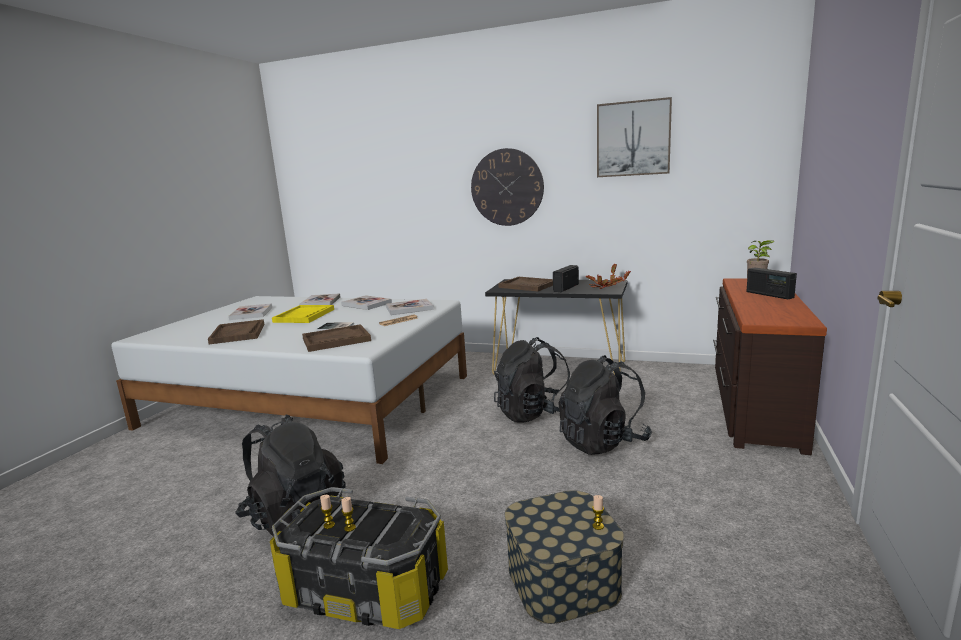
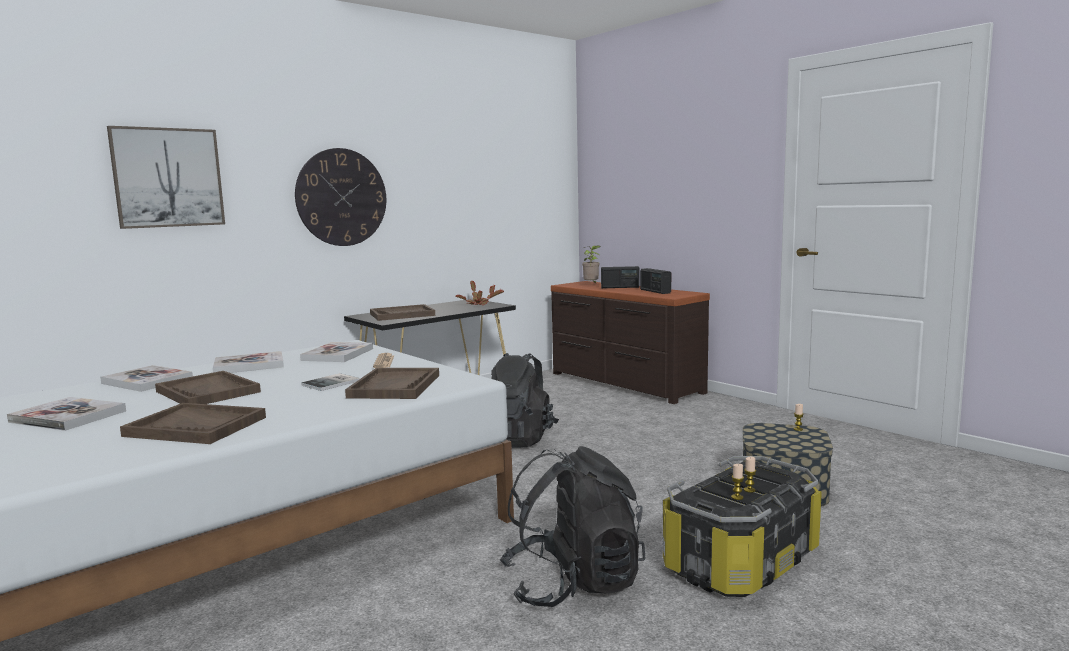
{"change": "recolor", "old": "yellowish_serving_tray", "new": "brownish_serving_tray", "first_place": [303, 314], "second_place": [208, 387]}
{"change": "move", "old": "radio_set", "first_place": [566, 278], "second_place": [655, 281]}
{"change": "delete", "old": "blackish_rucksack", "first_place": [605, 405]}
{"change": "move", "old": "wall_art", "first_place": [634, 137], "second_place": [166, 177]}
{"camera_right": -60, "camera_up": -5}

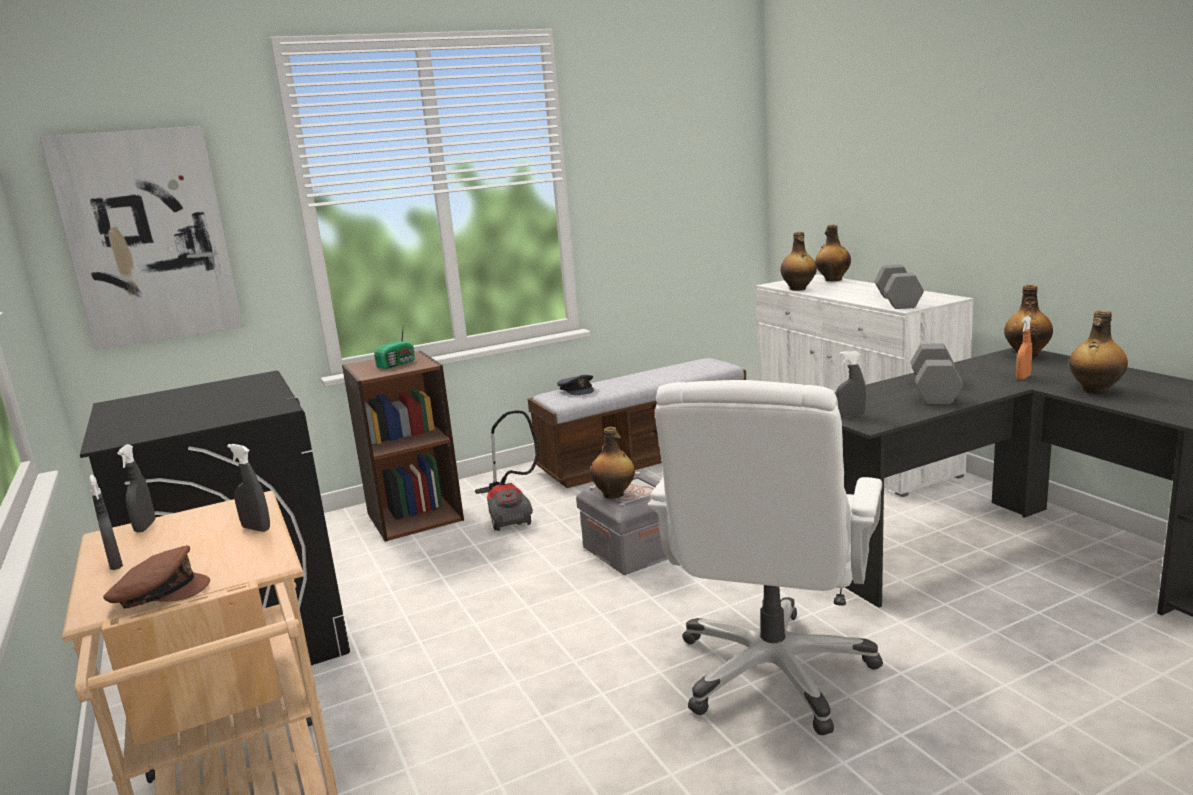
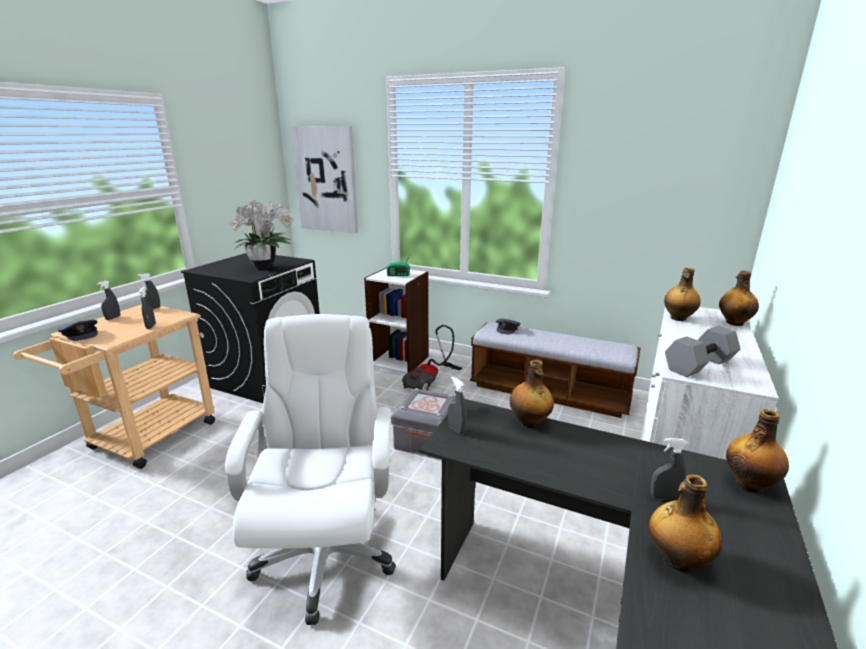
{"change": "recolor", "old": "brownish_cap", "new": "gray_cap", "first_place": [156, 577], "second_place": [77, 330]}
{"change": "recolor", "old": "brownish_bookshelf", "new": "whitish_bookshelf", "first_place": [403, 446], "second_place": [396, 320]}
{"change": "move", "old": "beverage_bottle", "first_place": [612, 463], "second_place": [532, 394]}
{"change": "rotate", "old": "whitish_computer_chair", "first_place": [765, 557], "second_place": [310, 469], "degrees": 105}
{"change": "delete", "old": "gray_dumbbell", "first_place": [937, 373]}
{"change": "recolor", "old": "orange_spray_bottle", "new": "gray_spray_bottle", "first_place": [1024, 348], "second_place": [669, 469]}
{"change": "insert", "new": "houseplant", "second_place": [261, 234]}
{"camera_right": 50, "camera_up": 5}

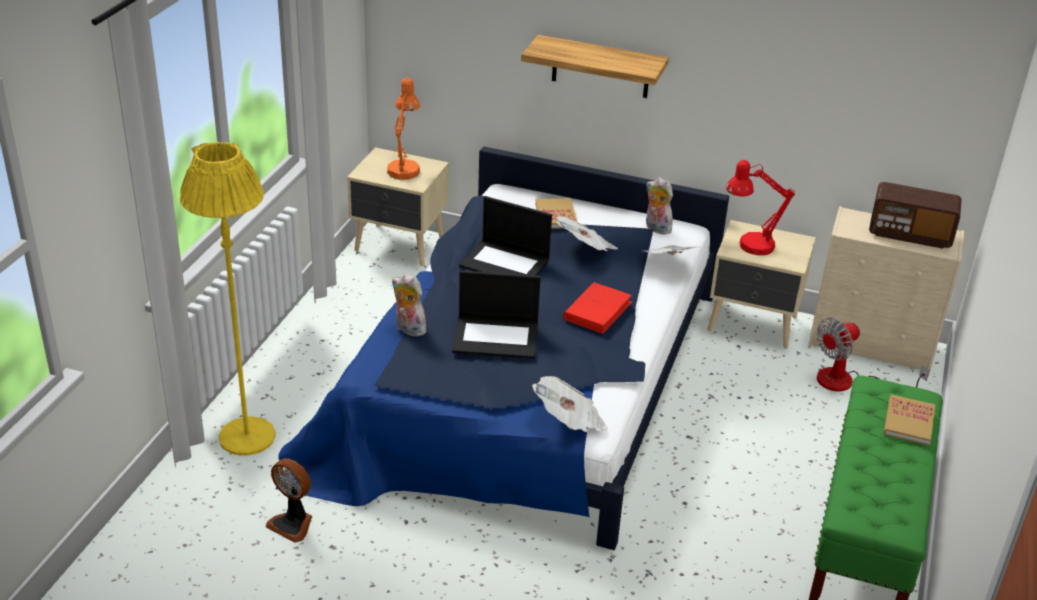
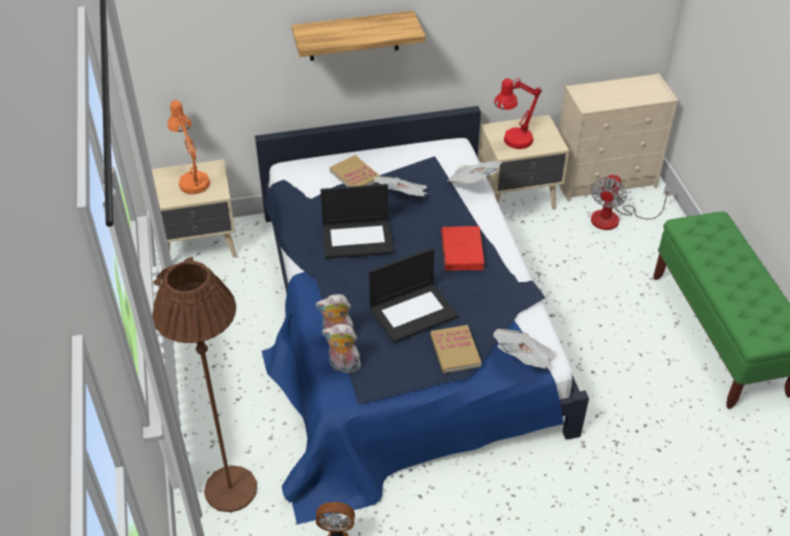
{"change": "recolor", "old": "yellowish_standard_lamp", "new": "brownish_standard_lamp", "first_place": [228, 299], "second_place": [204, 384]}
{"change": "move", "old": "cuddly_toy", "first_place": [660, 206], "second_place": [341, 348]}
{"change": "delete", "old": "radio_set", "first_place": [915, 215]}
{"change": "move", "old": "bound_book", "first_place": [909, 420], "second_place": [456, 349]}
{"camera_right": -30, "camera_up": 10}

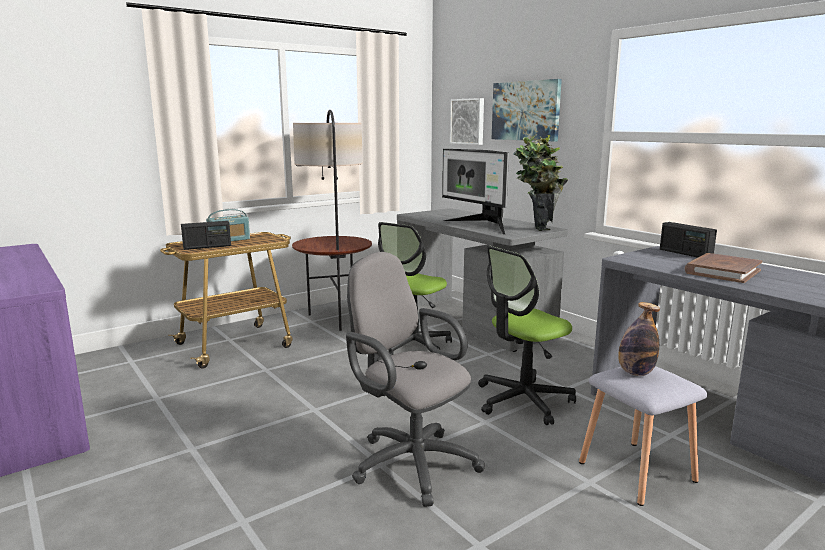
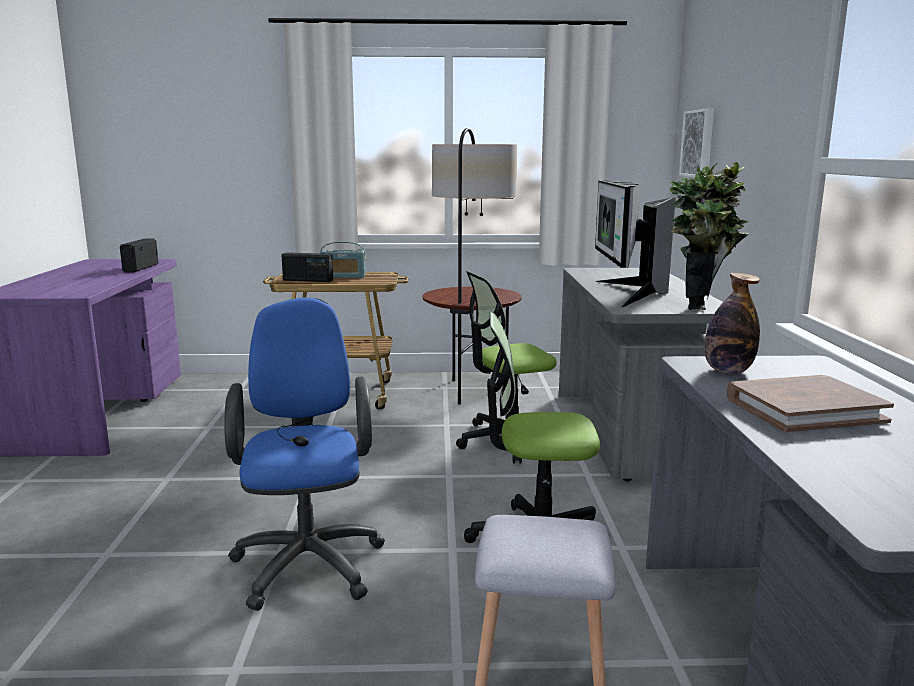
{"change": "recolor", "old": "gray_computer_chair", "new": "blue_computer_chair", "first_place": [415, 379], "second_place": [304, 454]}
{"change": "delete", "old": "wall_art", "first_place": [527, 110]}
{"change": "move", "old": "beverage_bottle", "first_place": [639, 339], "second_place": [732, 323]}
{"change": "move", "old": "radio_set", "first_place": [688, 240], "second_place": [139, 256]}
{"camera_right": 35, "camera_up": 0}

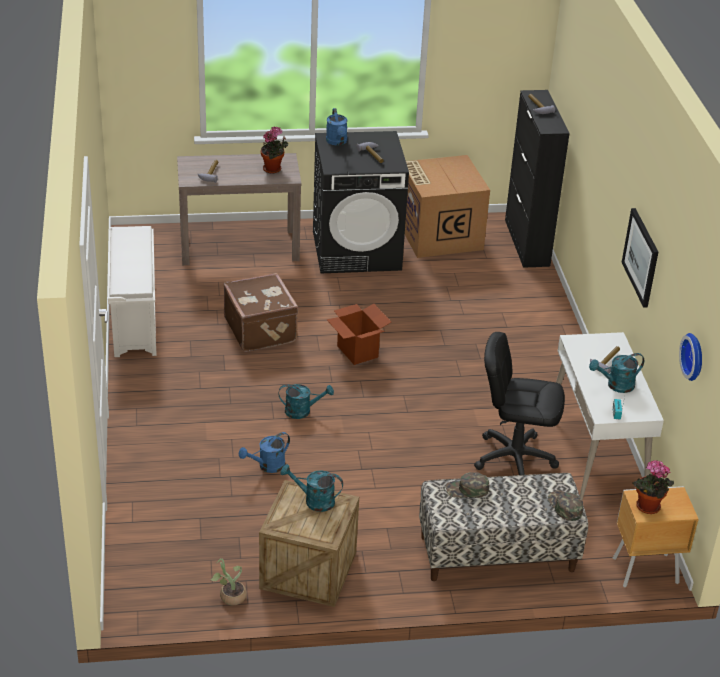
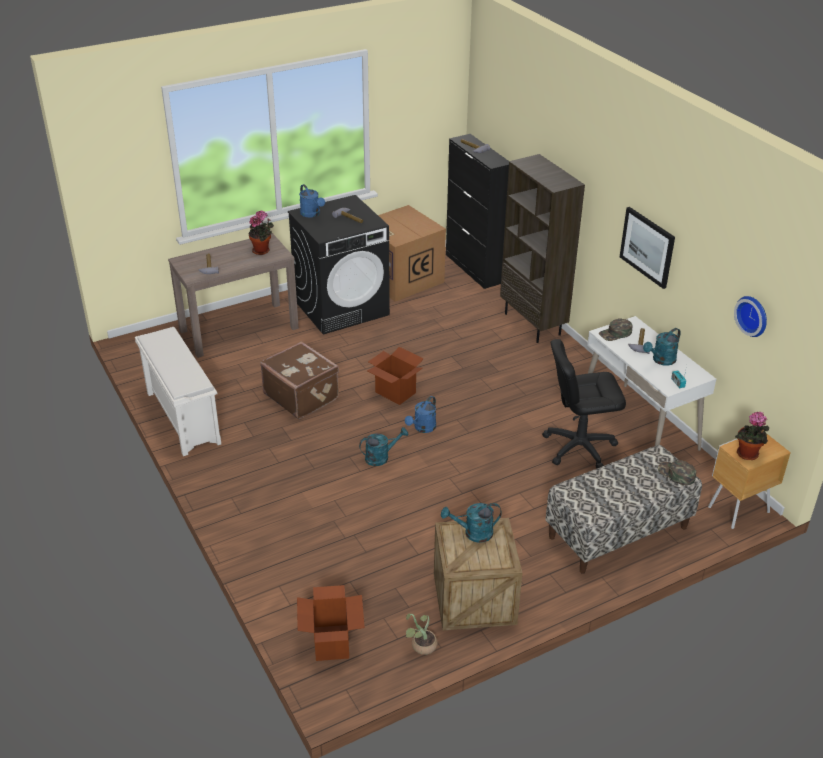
{"change": "move", "old": "blue_sprinkling_can", "first_place": [264, 452], "second_place": [420, 414]}
{"change": "move", "old": "green-coloured_cap", "first_place": [467, 485], "second_place": [615, 329]}
{"change": "insert", "new": "cardboard_box", "second_place": [331, 623]}
{"change": "insert", "new": "brownish_bookshelf", "second_place": [542, 248]}
{"camera_right": -20, "camera_up": 0}

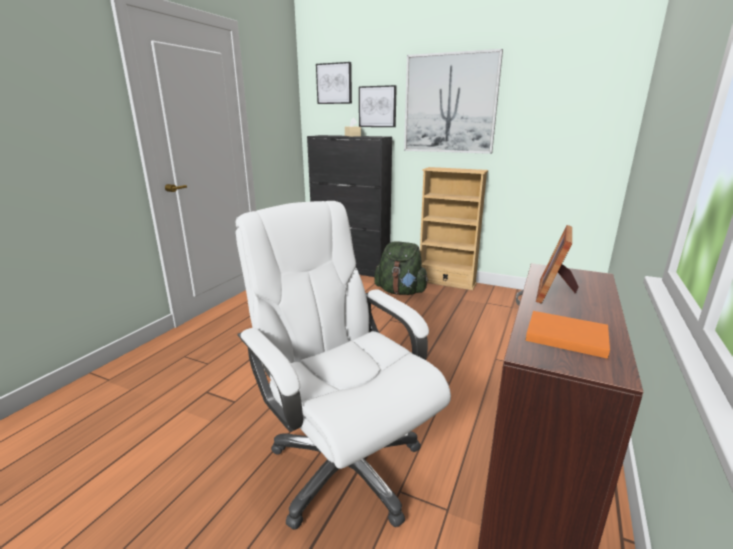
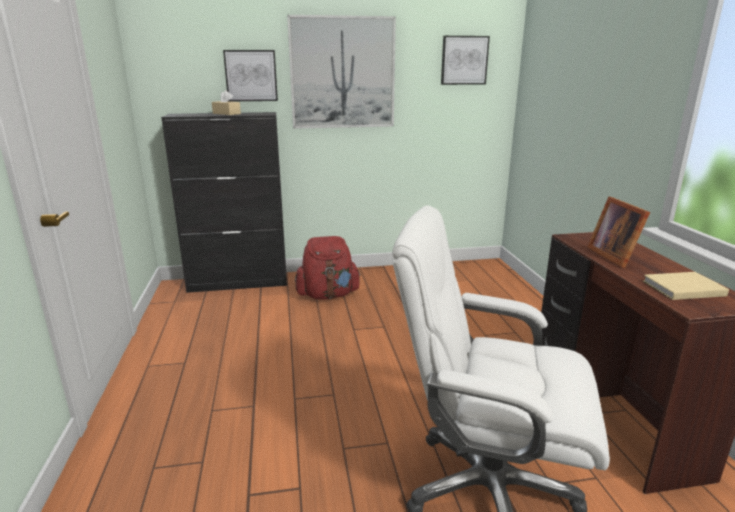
{"change": "move", "old": "wall_art", "first_place": [334, 83], "second_place": [465, 60]}
{"change": "recolor", "old": "green-coloured_rucksack", "new": "red_rucksack", "first_place": [401, 268], "second_place": [328, 268]}
{"change": "delete", "old": "beige_bookshelf", "first_place": [454, 228]}
{"change": "recolor", "old": "orange_bound_book", "new": "beige_bound_book", "first_place": [568, 335], "second_place": [686, 286]}
{"camera_right": -35, "camera_up": 0}

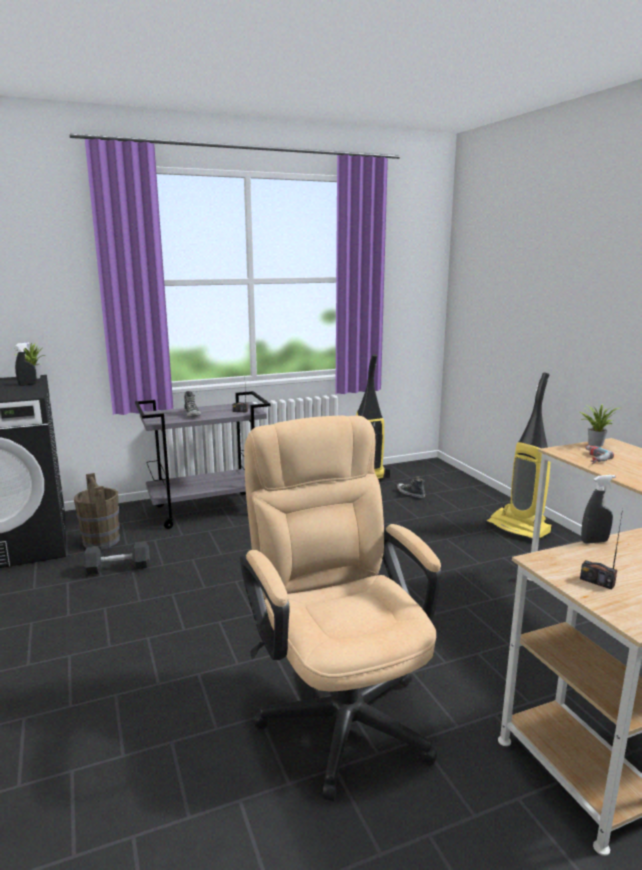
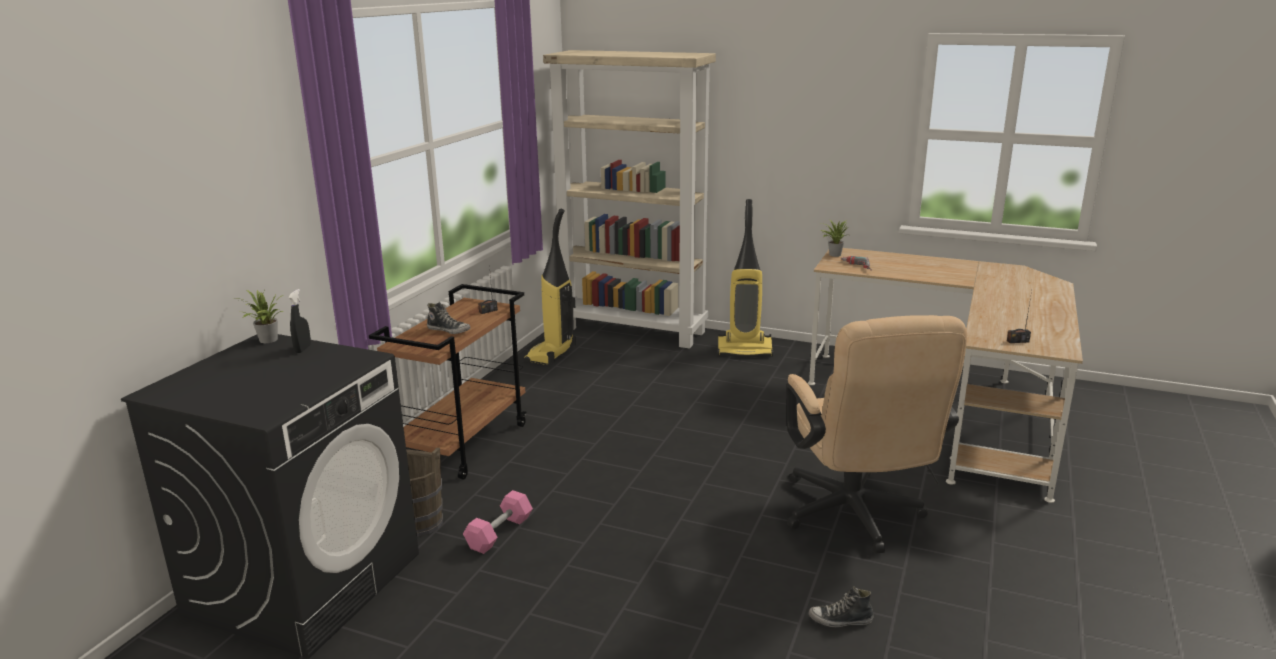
{"change": "recolor", "old": "gray_dumbbell", "new": "pink-coloured_dumbbell", "first_place": [116, 558], "second_place": [498, 522]}
{"change": "recolor", "old": "gray_trolley", "new": "brownish_trolley", "first_place": [202, 460], "second_place": [447, 382]}
{"change": "rotate", "old": "beige_computer_chair", "first_place": [341, 608], "second_place": [876, 434], "degrees": -120}
{"change": "move", "old": "shoe", "first_place": [411, 487], "second_place": [841, 606]}
{"change": "delete", "old": "gray_spray_bottle", "first_place": [598, 509]}
{"change": "insert", "new": "beige_bookshelf", "second_place": [629, 199]}
{"camera_right": -45, "camera_up": 5}

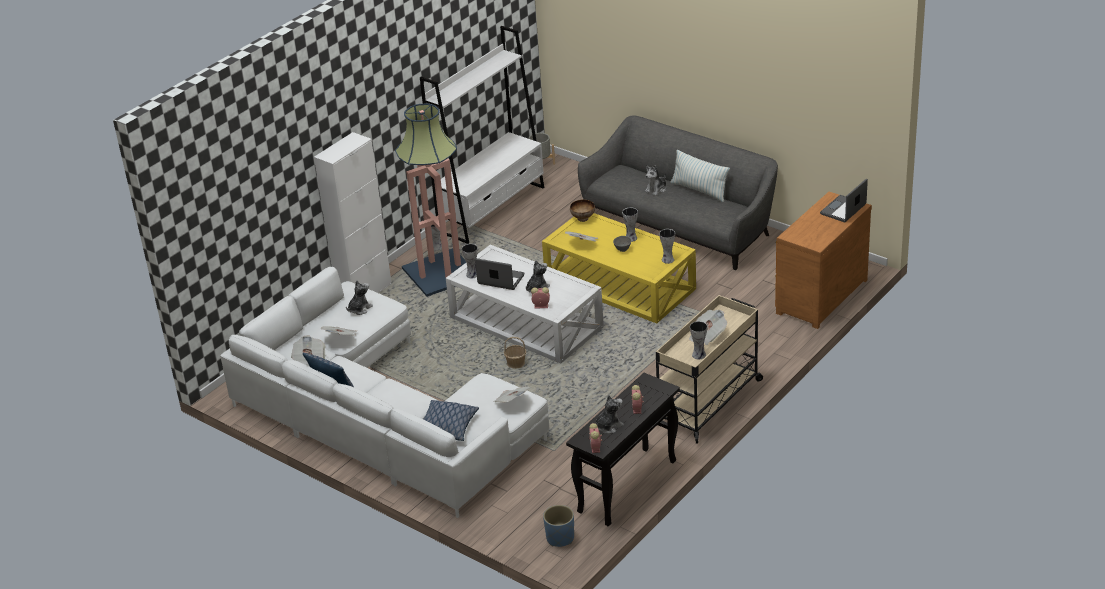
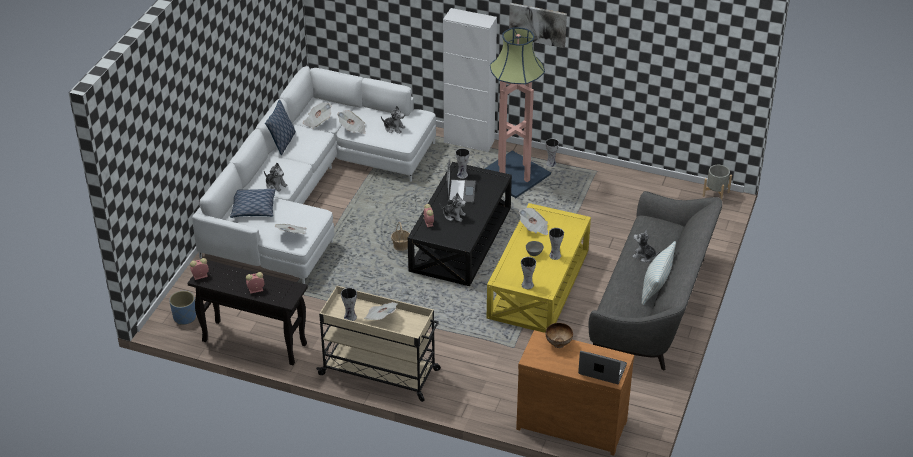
{"change": "delete", "old": "whitish_bookshelf", "first_place": [482, 135]}
{"change": "recolor", "old": "whitish_lounge_table", "new": "blackish_lounge_table", "first_place": [525, 304], "second_place": [460, 224]}
{"change": "move", "old": "serving_bowl", "first_place": [582, 211], "second_place": [559, 335]}
{"change": "move", "old": "cuddly_toy", "first_place": [610, 414], "second_place": [275, 177]}
{"change": "insert", "new": "wall_art", "second_place": [538, 25]}
{"camera_right": 70, "camera_up": 5}

